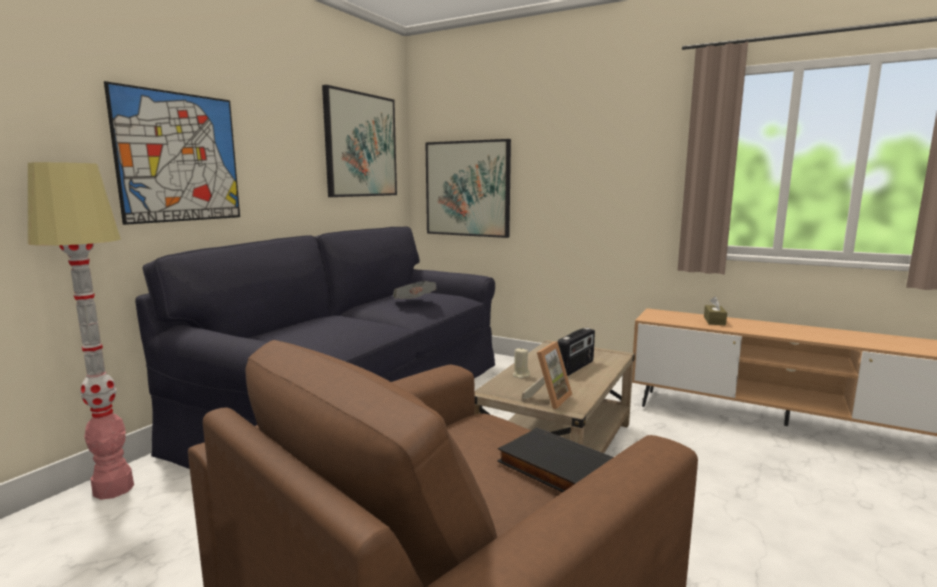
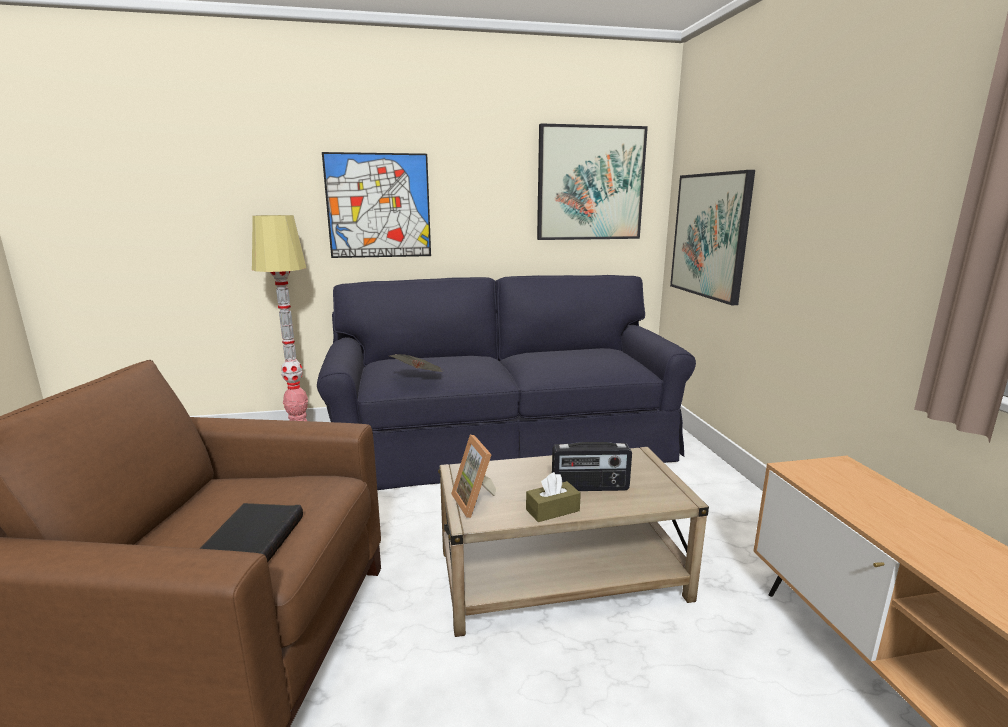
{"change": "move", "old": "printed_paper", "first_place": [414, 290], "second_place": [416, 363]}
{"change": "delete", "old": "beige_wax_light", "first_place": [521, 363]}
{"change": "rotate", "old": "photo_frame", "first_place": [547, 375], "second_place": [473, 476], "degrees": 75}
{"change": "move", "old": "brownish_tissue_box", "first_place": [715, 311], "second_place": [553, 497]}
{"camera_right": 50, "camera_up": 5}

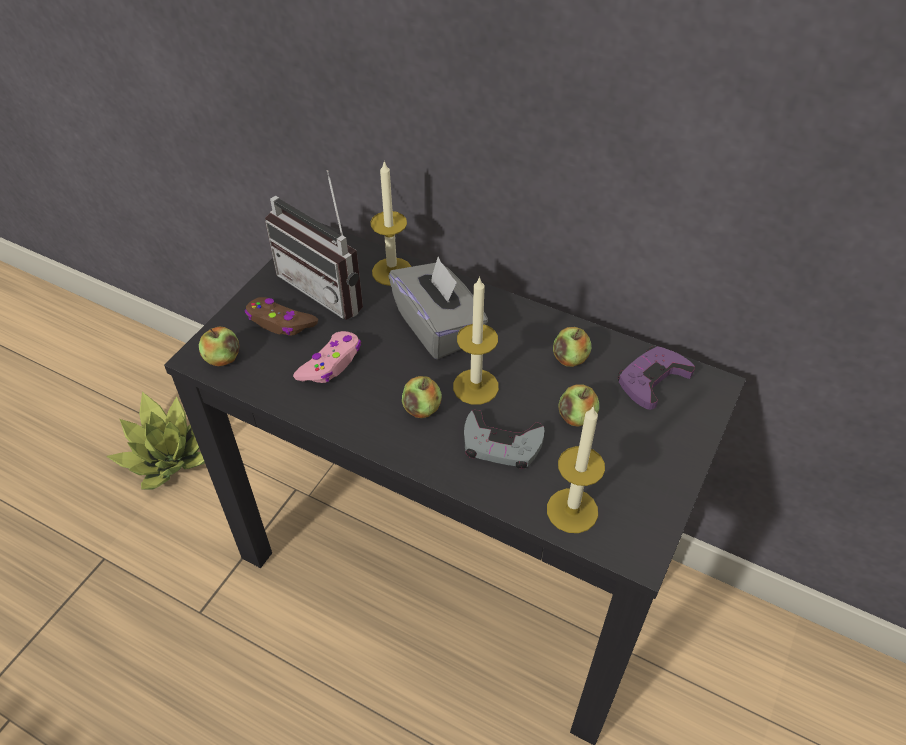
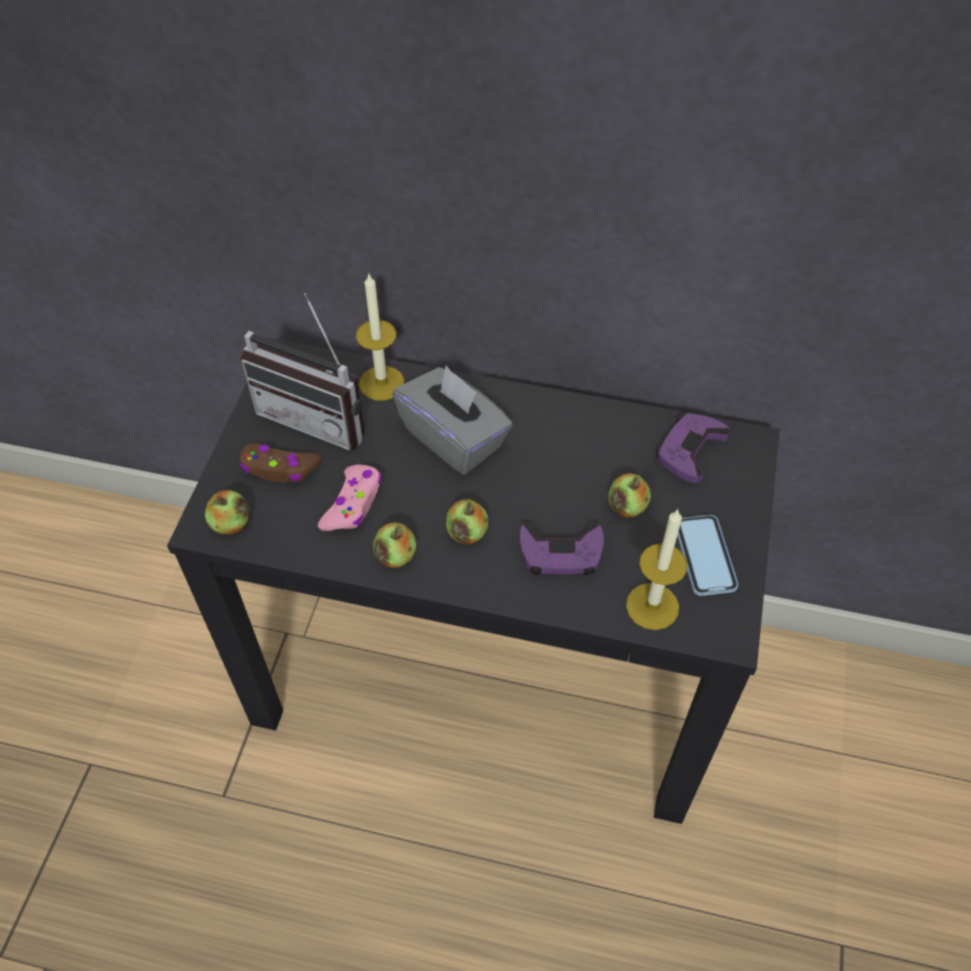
{"change": "delete", "old": "houseplant", "first_place": [155, 440]}
{"change": "delete", "old": "wax_light", "first_place": [476, 340]}
{"change": "recolor", "old": "gray_game_controller", "new": "purple_game_controller", "first_place": [504, 439], "second_place": [562, 549]}
{"change": "move", "old": "whole_apple", "first_place": [572, 347], "second_place": [395, 545]}
{"change": "insert", "new": "telephone", "second_place": [707, 555]}
{"camera_right": -15, "camera_up": 5}

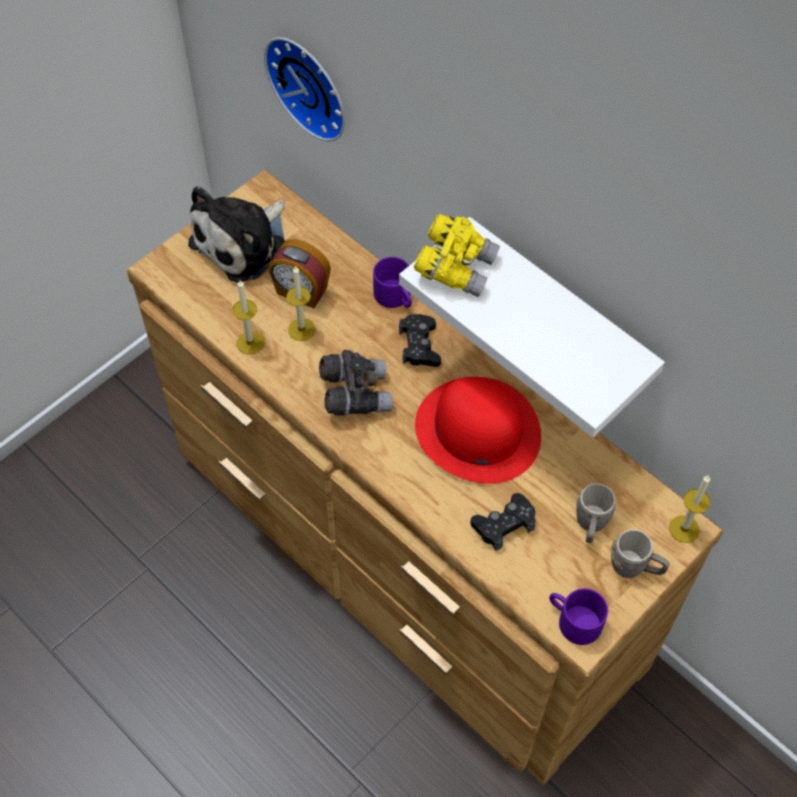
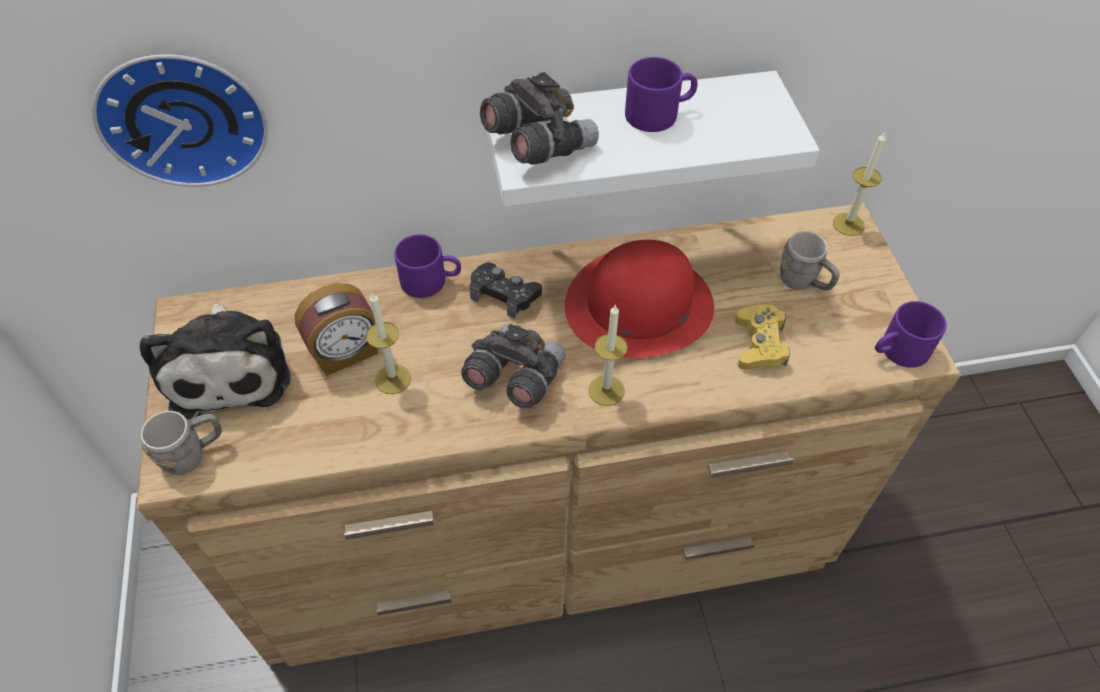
{"change": "move", "old": "wax_light", "first_place": [248, 317], "second_place": [608, 355]}
{"change": "recolor", "old": "yellowish_pair_of_binoculars", "new": "gray_pair_of_binoculars", "first_place": [457, 255], "second_place": [539, 118]}
{"change": "recolor", "old": "blackish_game_controller", "new": "yellowish_game_controller", "first_place": [503, 522], "second_place": [762, 336]}
{"change": "move", "old": "gray_mug", "first_place": [640, 553], "second_place": [181, 443]}
{"change": "insert", "new": "purple_mug", "second_place": [661, 94]}
{"camera_right": -55, "camera_up": -5}

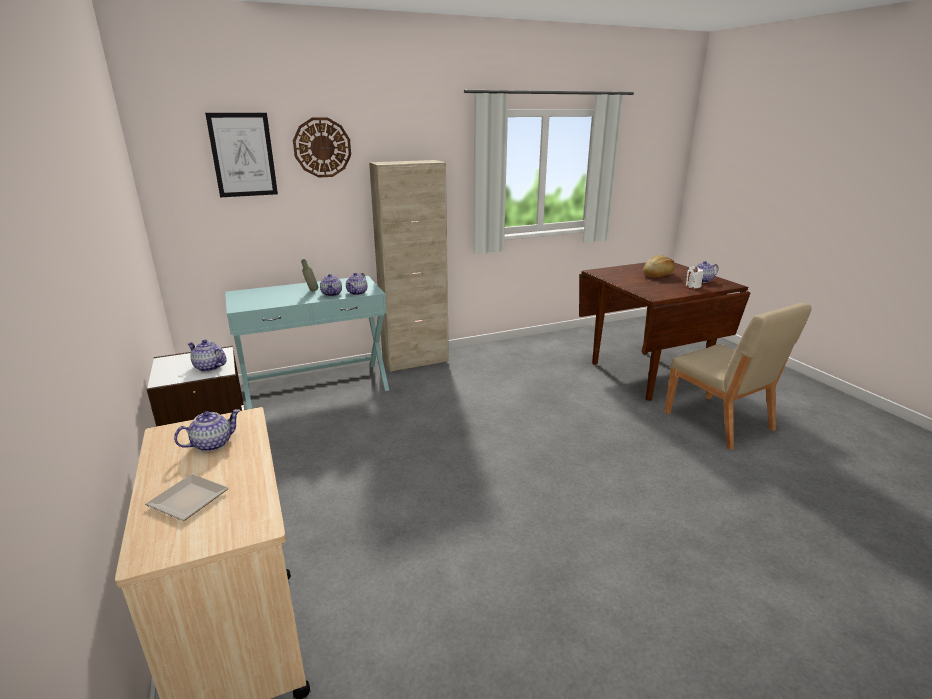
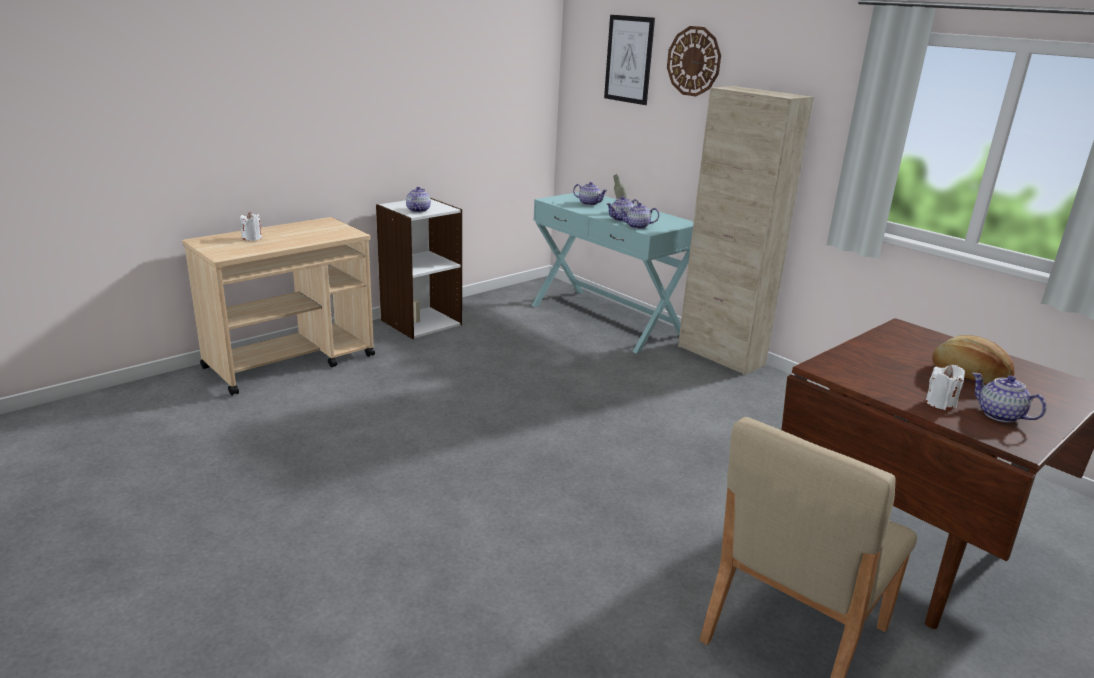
{"change": "replace", "old": "flat_dish", "new": "whitish_wax_light", "first_place": [187, 497], "second_place": [251, 226]}
{"change": "move", "old": "pot_for_tea", "first_place": [207, 430], "second_place": [590, 194]}
{"camera_right": 70, "camera_up": 0}

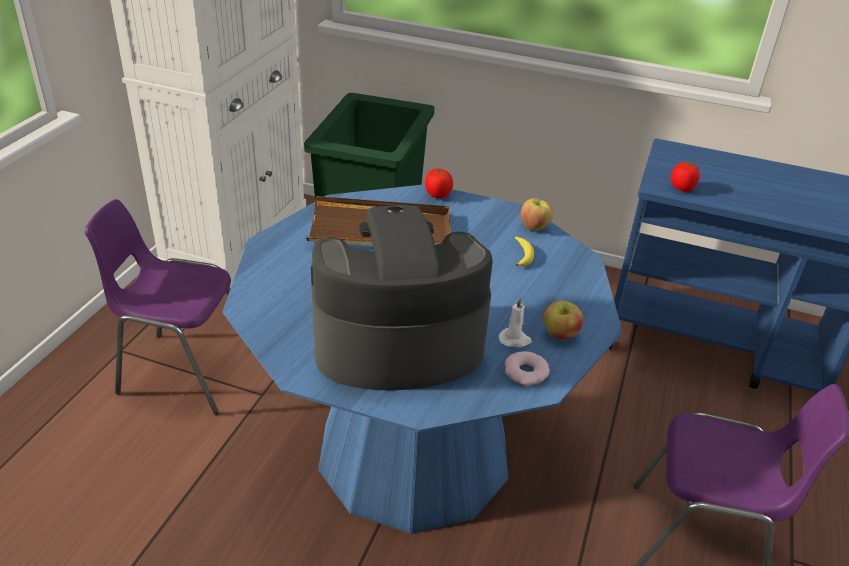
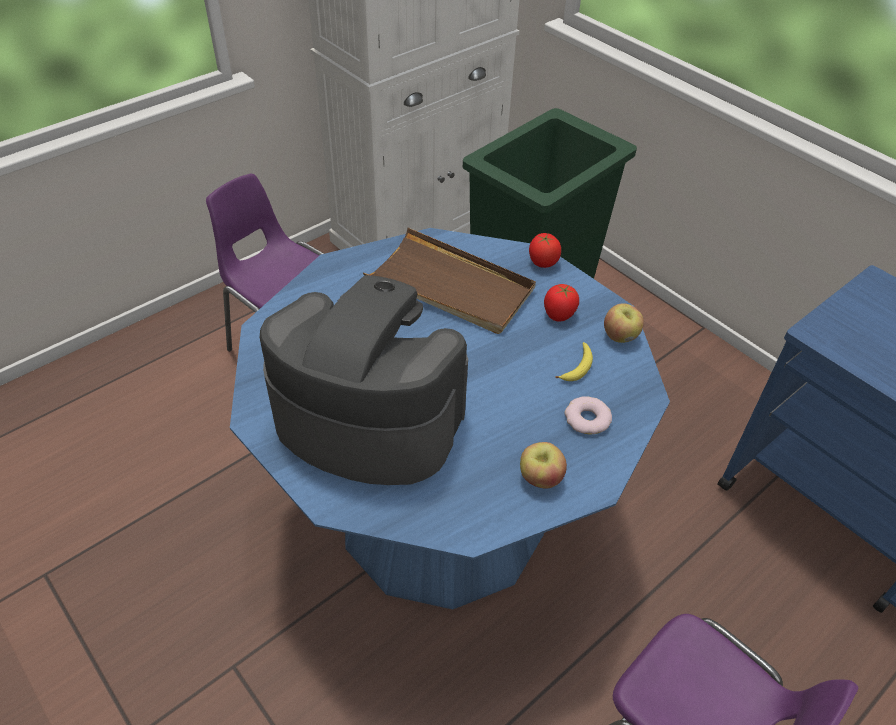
{"change": "delete", "old": "whitish_wax_light", "first_place": [515, 322]}
{"change": "move", "old": "ring_doughnut", "first_place": [527, 368], "second_place": [588, 416]}
{"change": "move", "old": "fresh_tomato", "first_place": [685, 177], "second_place": [561, 303]}
{"camera_right": 30, "camera_up": 10}

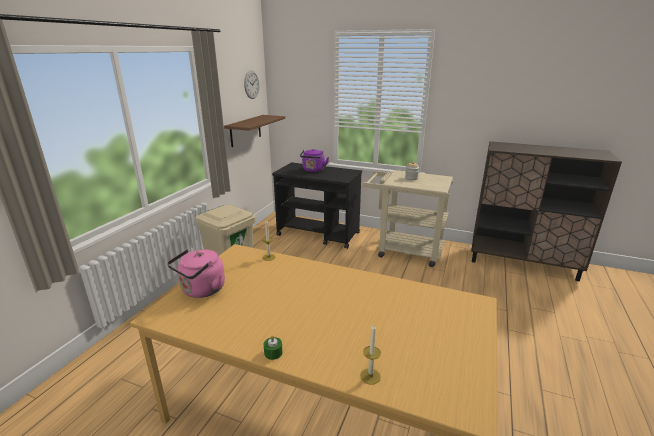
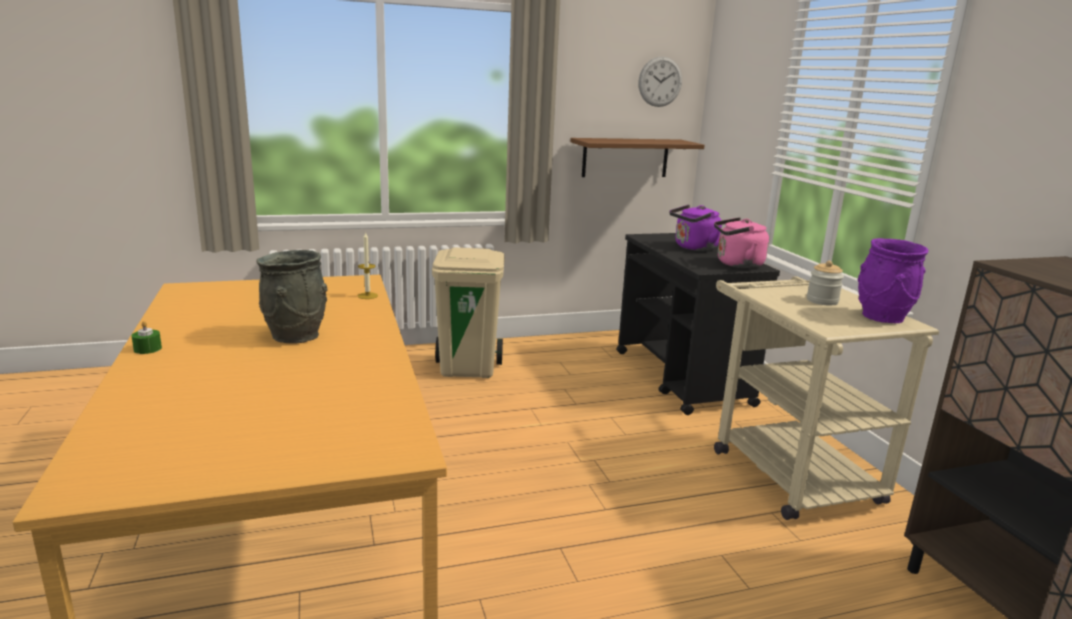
{"change": "move", "old": "pink-coloured_water_kettle", "first_place": [196, 273], "second_place": [741, 243]}
{"change": "delete", "old": "wax_light", "first_place": [370, 354]}
{"change": "insert", "new": "gray_flower_vase", "second_place": [291, 296]}
{"change": "insert", "new": "purple_flower_vase", "second_place": [893, 280]}
{"camera_right": 50, "camera_up": -5}

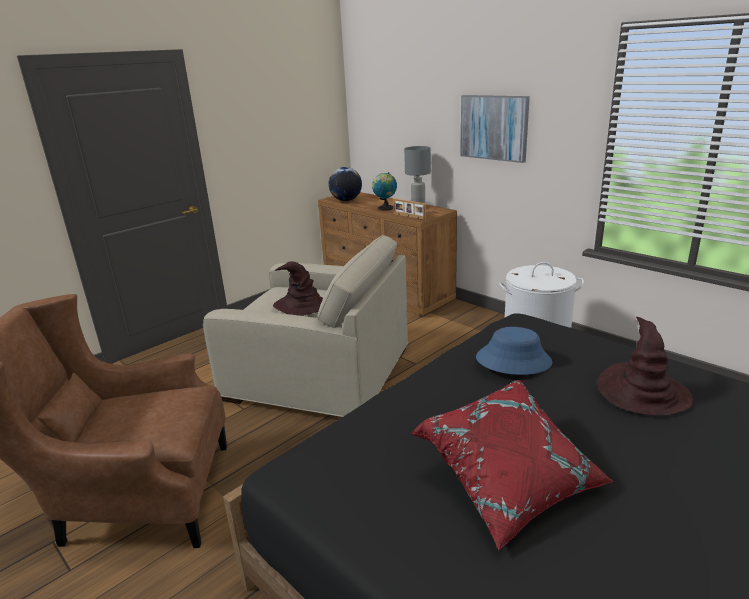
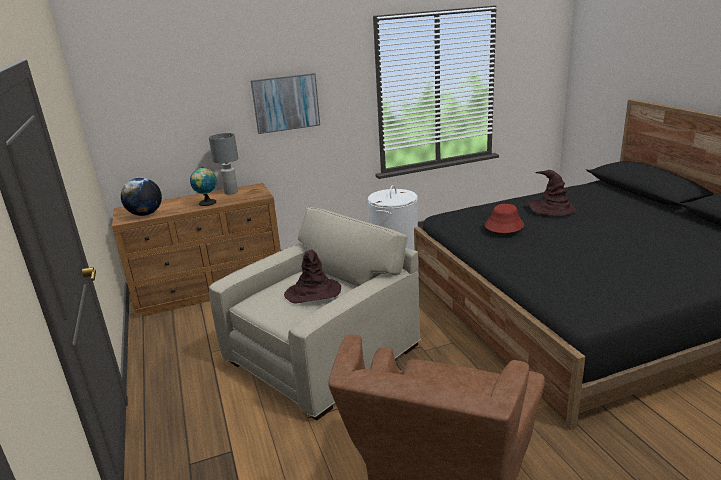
{"change": "delete", "old": "photo_frame", "first_place": [409, 209]}
{"change": "delete", "old": "red_throw_pillow", "first_place": [512, 465]}
{"change": "recolor", "old": "blue_clothing_hat", "new": "red_clothing_hat", "first_place": [514, 351], "second_place": [504, 218]}
{"camera_right": -65, "camera_up": 0}

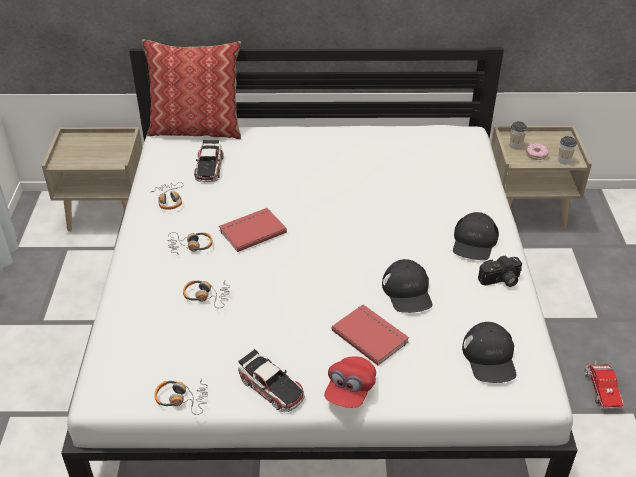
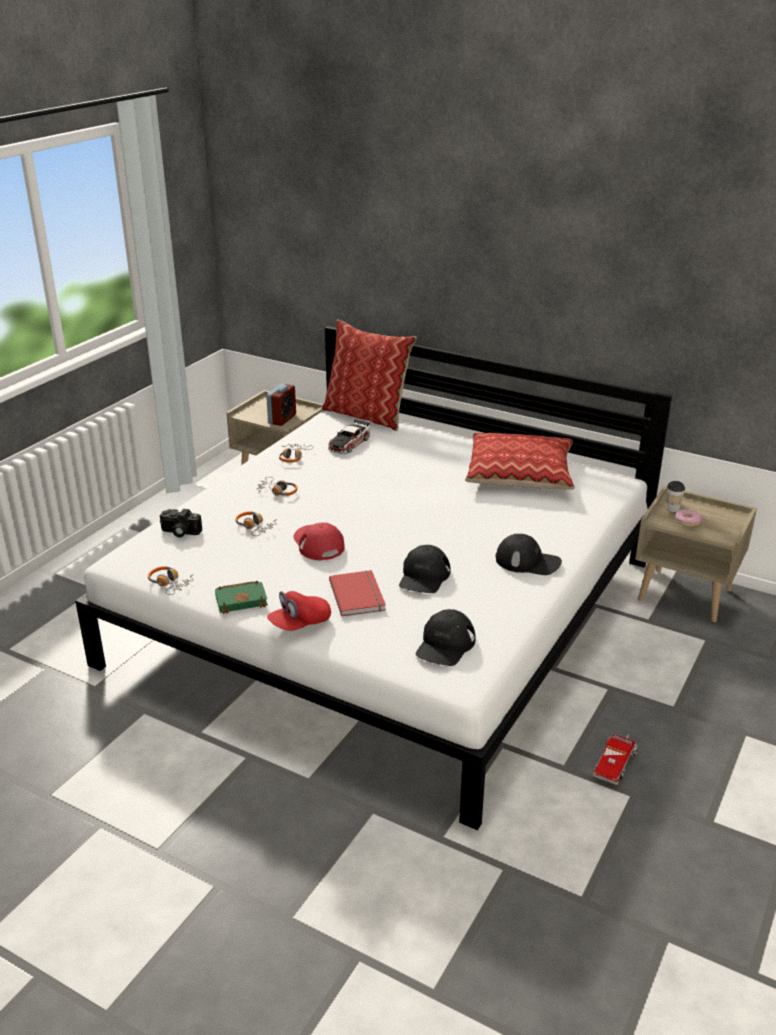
{"change": "delete", "old": "red_bound_book", "first_place": [253, 230]}
{"change": "replace", "old": "model_car", "new": "green-coloured_bound_book", "first_place": [271, 380], "second_place": [241, 597]}
{"change": "rotate", "old": "blackish_cap", "first_place": [476, 236], "second_place": [528, 554], "degrees": -120}
{"change": "move", "old": "still_camera", "first_place": [500, 271], "second_place": [181, 523]}
{"change": "delete", "old": "drinking_cup", "first_place": [567, 150]}
{"change": "insert", "new": "bedside_clock", "second_place": [281, 405]}
{"change": "insert", "new": "red_cap", "second_place": [319, 542]}
{"change": "insert", "new": "throw_pillow", "second_place": [520, 461]}
{"camera_right": 30, "camera_up": -10}

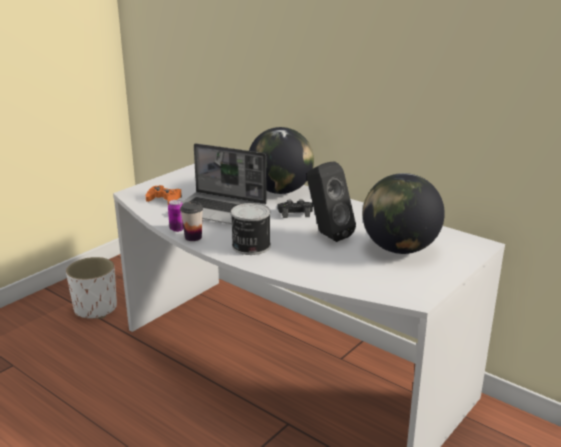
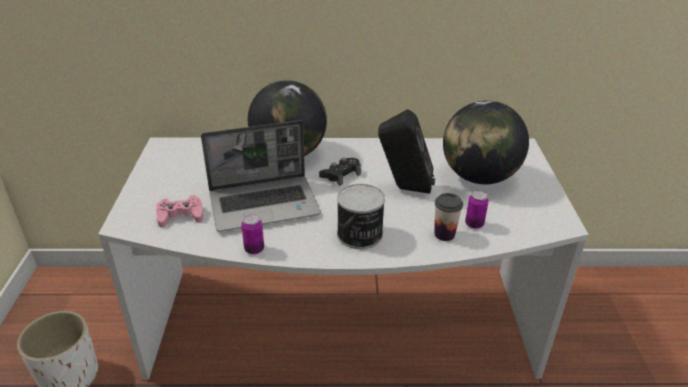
{"change": "recolor", "old": "orange_game_controller", "new": "pink-coloured_game_controller", "first_place": [164, 195], "second_place": [179, 211]}
{"change": "move", "old": "drinking_cup", "first_place": [191, 221], "second_place": [448, 217]}
{"change": "insert", "new": "sealed_can", "second_place": [477, 210]}
{"camera_right": -40, "camera_up": 10}

